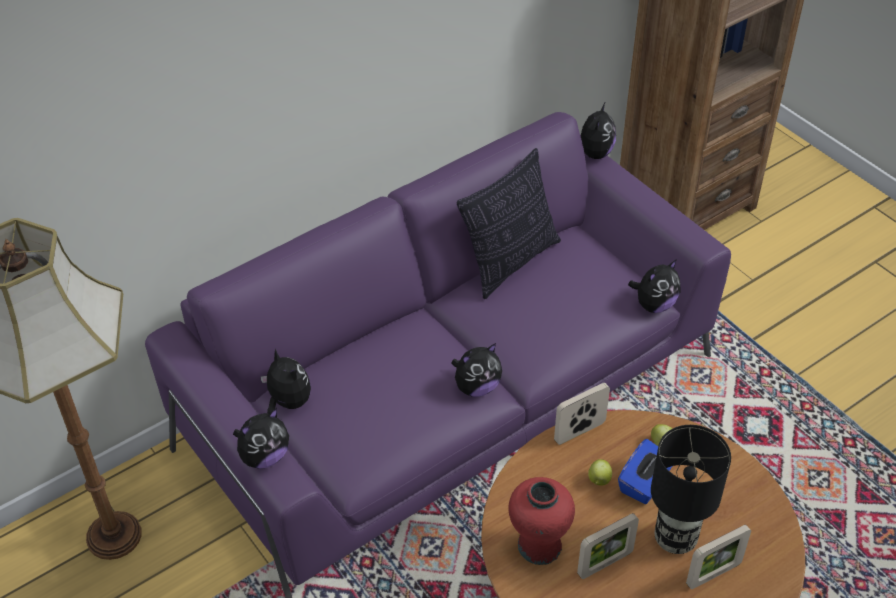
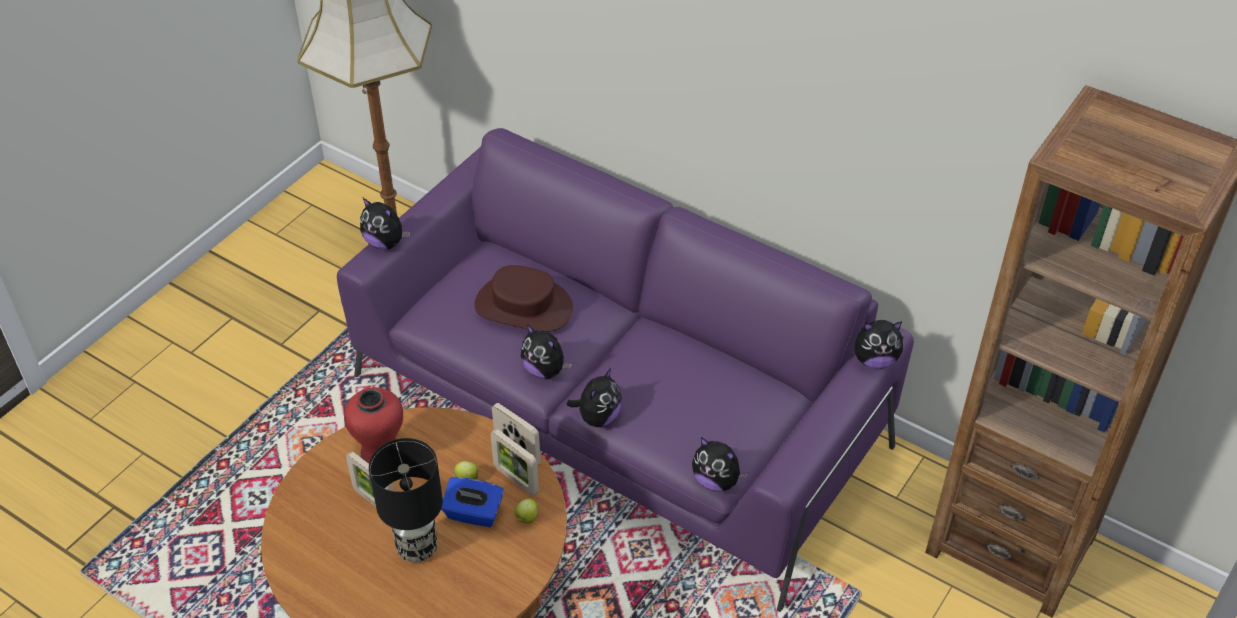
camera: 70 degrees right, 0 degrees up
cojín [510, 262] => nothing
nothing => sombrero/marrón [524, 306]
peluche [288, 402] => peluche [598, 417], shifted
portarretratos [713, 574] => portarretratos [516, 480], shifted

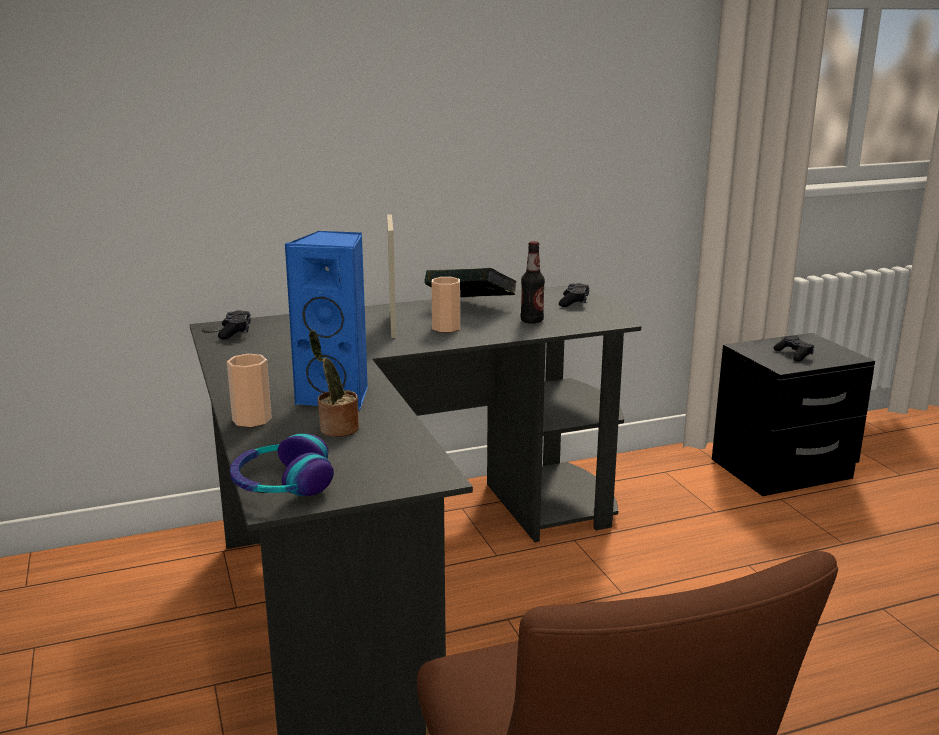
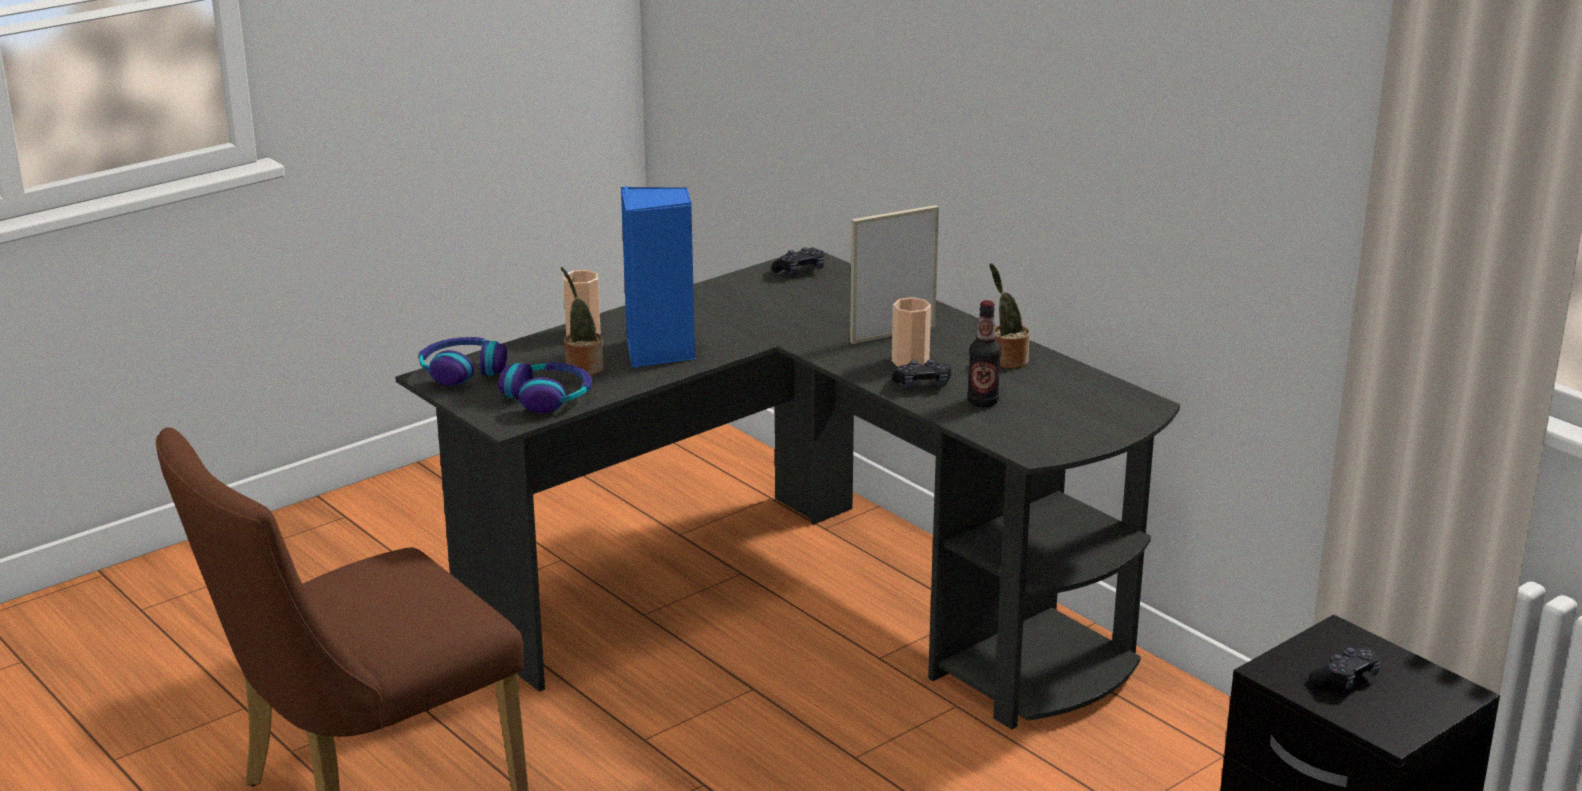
camera: 70 degrees right, 5 degrees up
nothing => auriculares [548, 397]
mando de consola/negro [574, 302] => mando de consola/negro [922, 384], shifted
libro [470, 307] => planta en maceta [1006, 361]

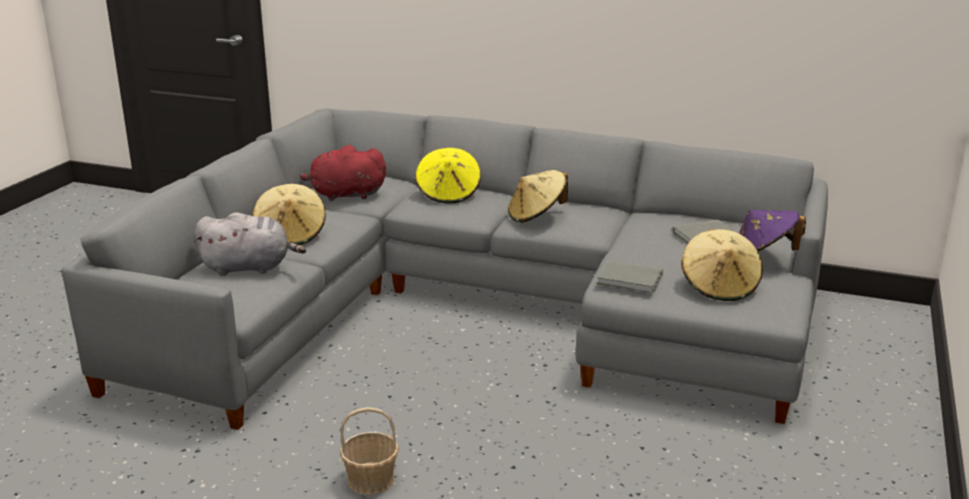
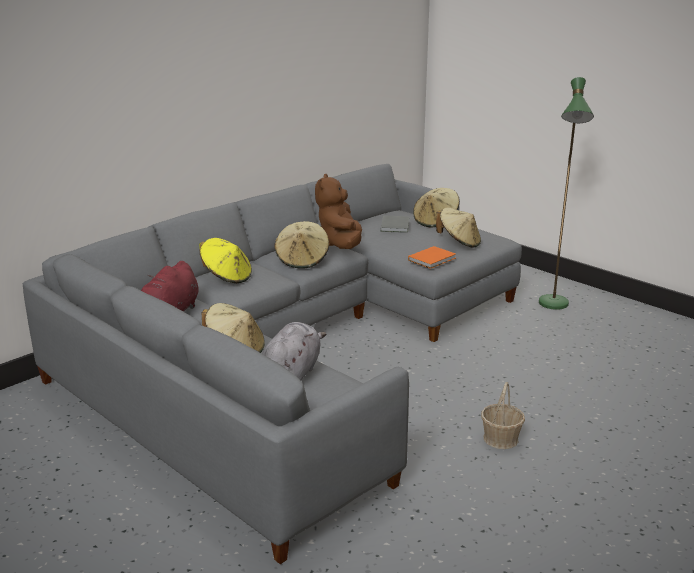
camera: 65 degrees left, 0 degrees up
nothing => peluche/marrón [340, 245]
nothing => lámpara de pie/verde [554, 308]
libro/gris [631, 280] => libro/naranja [433, 259]
sombrero/morado [762, 256] => sombrero/beis [435, 221]

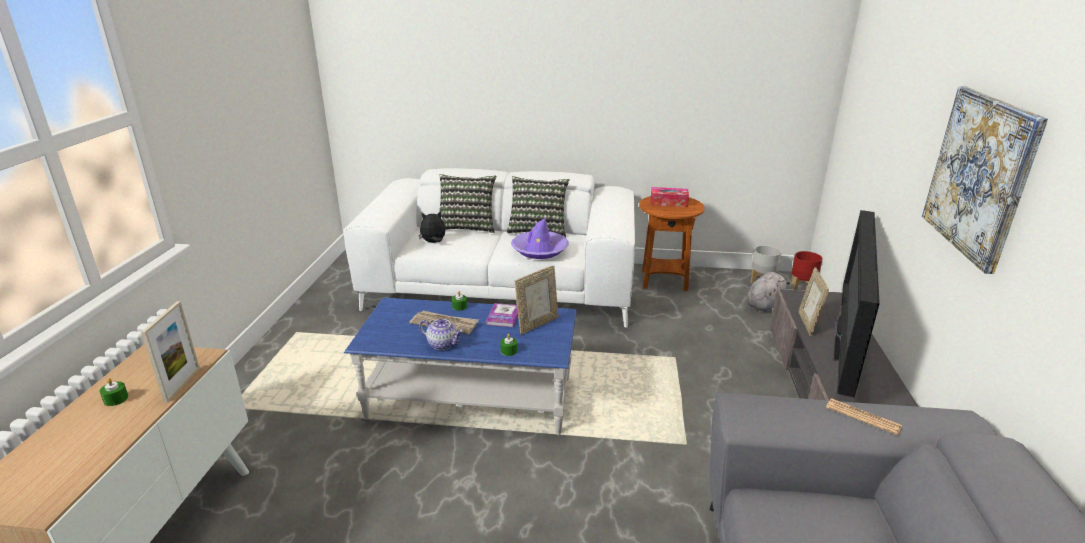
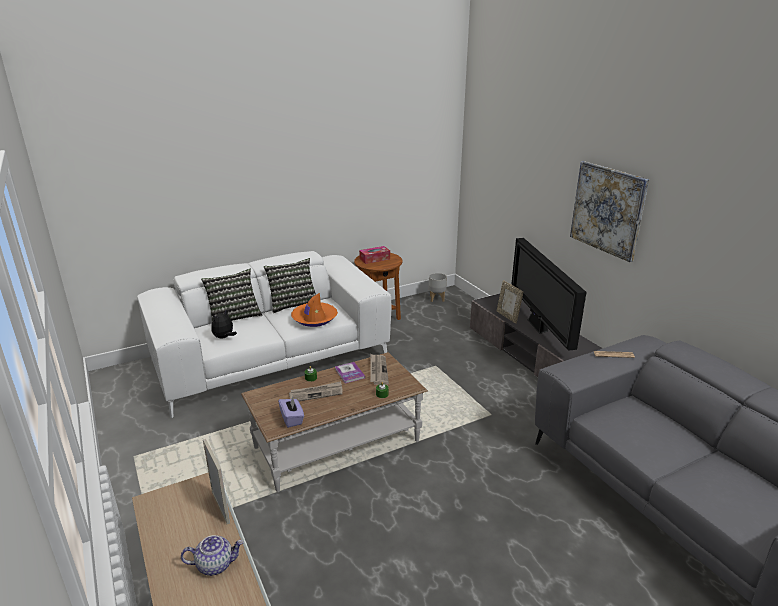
camera: 35 degrees left, 0 degrees up
vela/verde [116, 399] => nothing
peluche/gris [764, 303] => nothing
maceta/rojo [802, 288] => nothing
nothing => caja de pañuelos/morado [292, 419]
tetera [443, 344] => tetera [215, 564], shifted
portarretratos [537, 324] => periódico [378, 370]
mesa de centro/azul [471, 398] => mesa de centro/marrón [337, 444]
sombrero/morado [539, 250] => sombrero/naranja [314, 318]

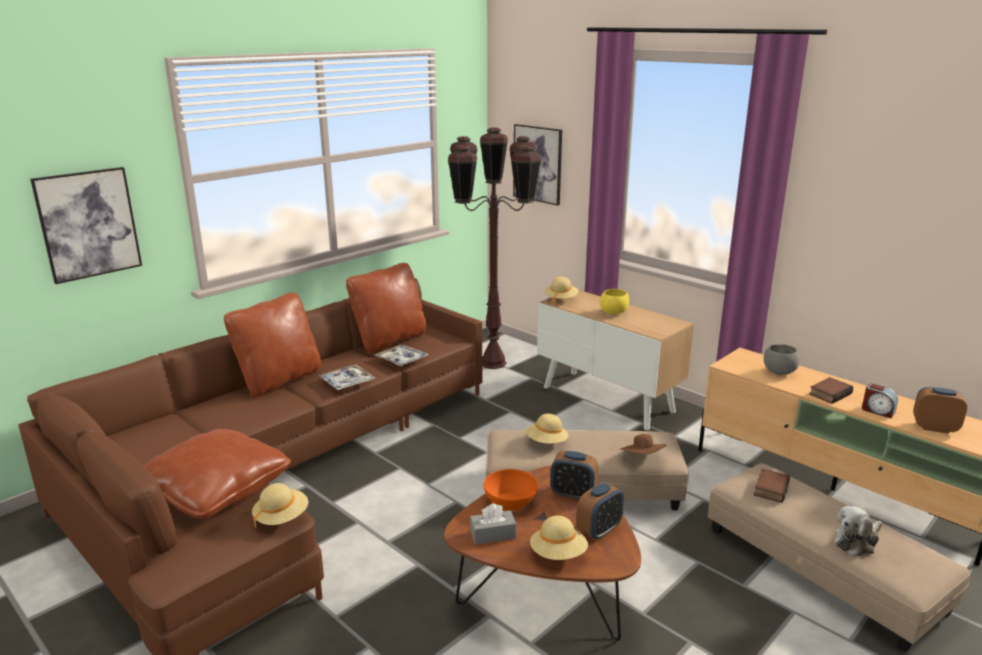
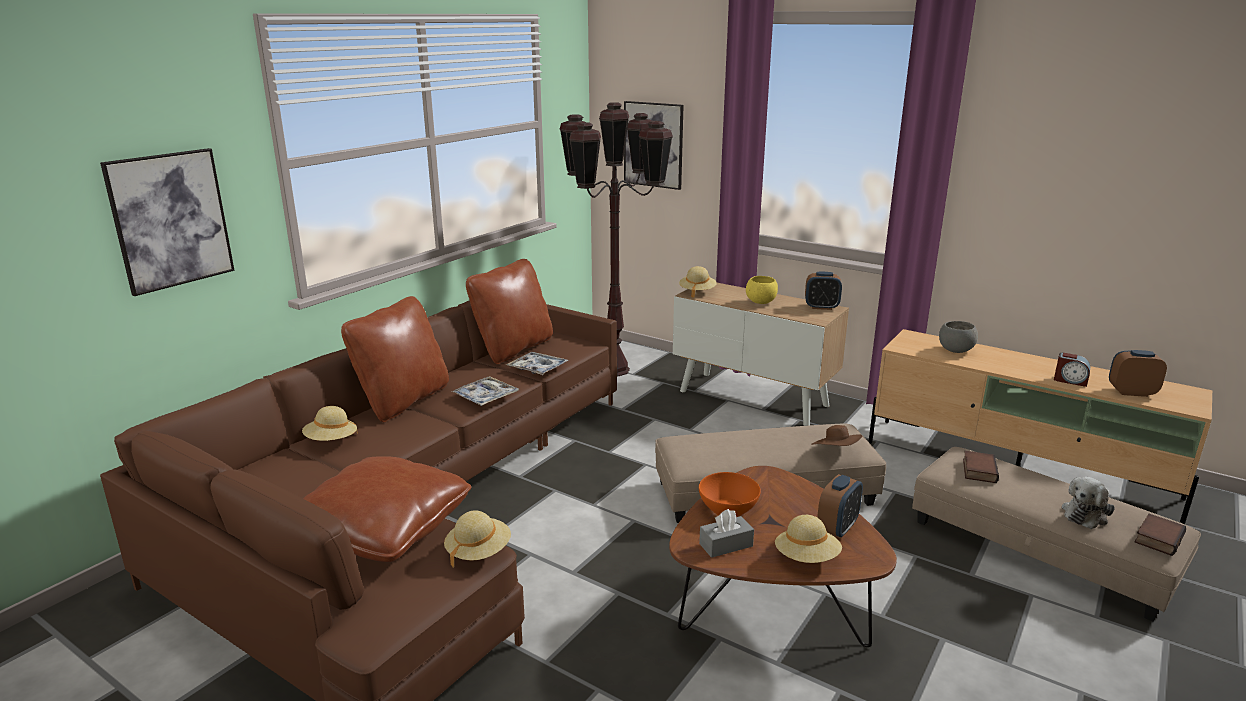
camera: 10 degrees left, 0 degrees up
sombrero/beis [546, 442] => sombrero/beis [331, 441], shifted
despertador [573, 494] => despertador [821, 307], shifted
libro [829, 393] => libro [1157, 538], shifted

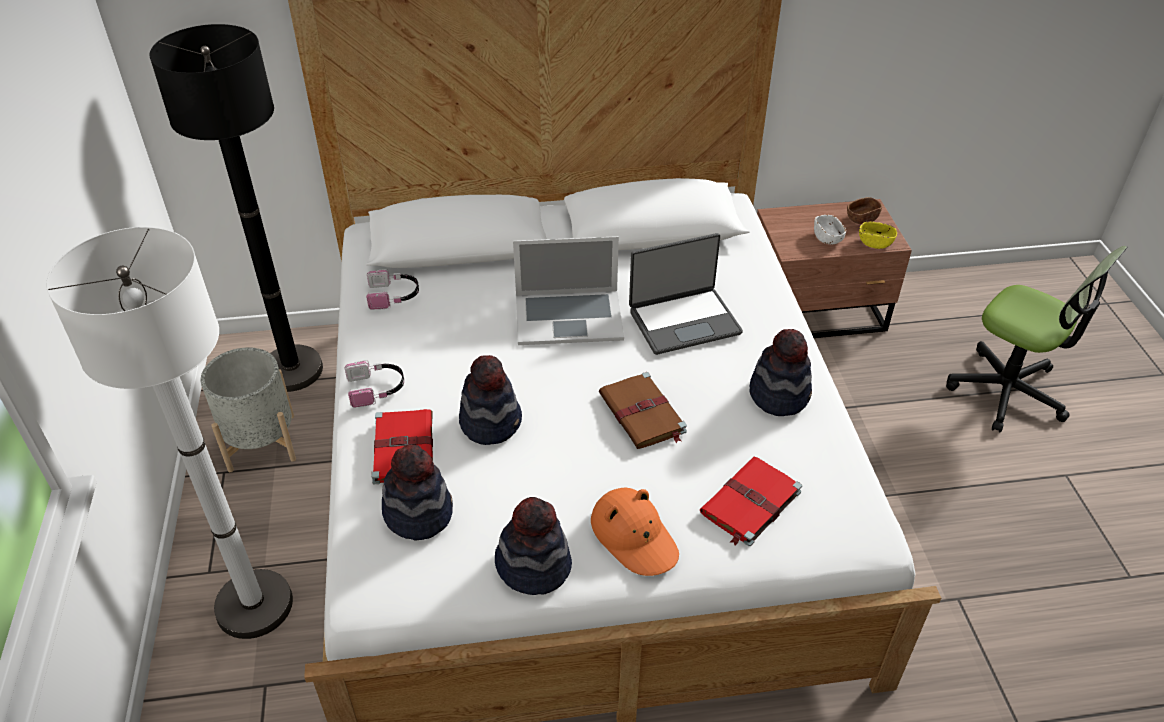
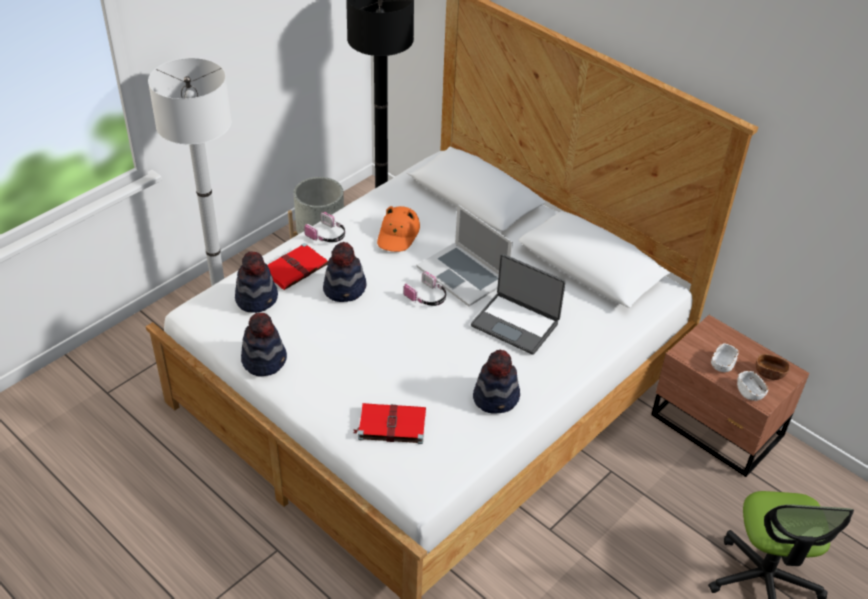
camera: 50 degrees right, 0 degrees up
libro/marrón [643, 414] => nothing
auriculares [394, 295] => auriculares [427, 297], shifted
sombrero/naranja [634, 537] => sombrero/naranja [398, 234], shifted
cuenco/amarillo [875, 243] => cuenco/blanco [749, 392]

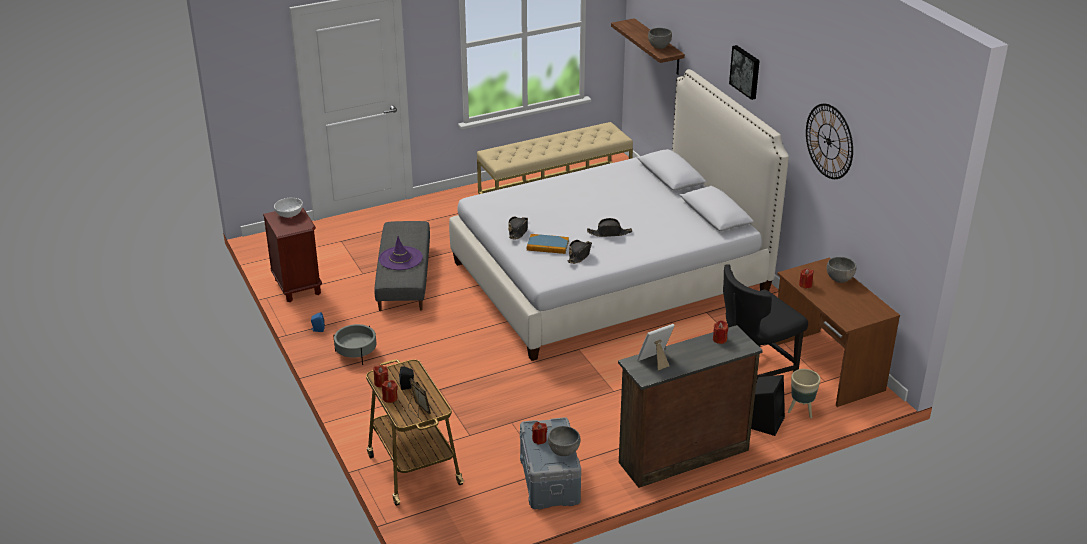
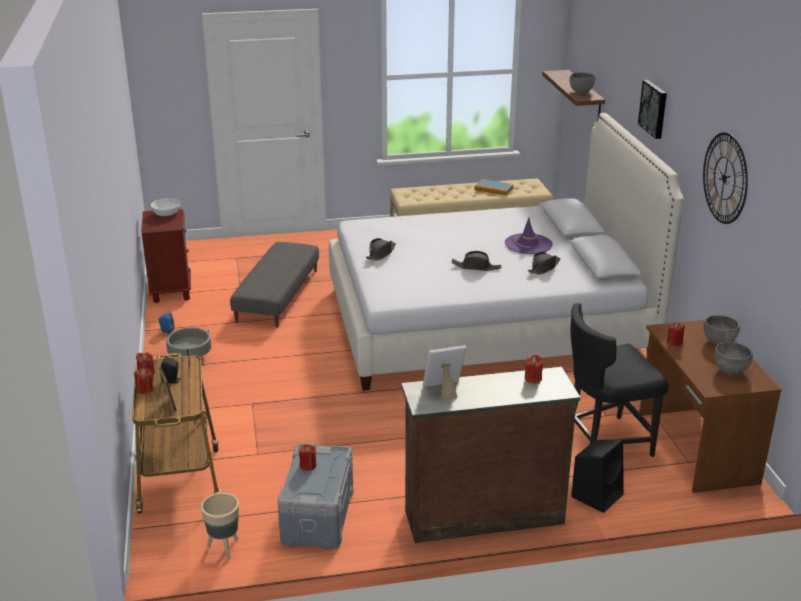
camera: 15 degrees right, 5 degrees down
sombrero/morado [400, 258] => sombrero/morado [528, 244], shifted
libro [547, 246] => libro [493, 189], shifted
cuenco/gris [563, 451] => cuenco/gris [730, 370], shifted
sombrero/negro [579, 255] => sombrero/negro [544, 268], shifted
maceta/beis [801, 411] => maceta/beis [224, 548], shifted

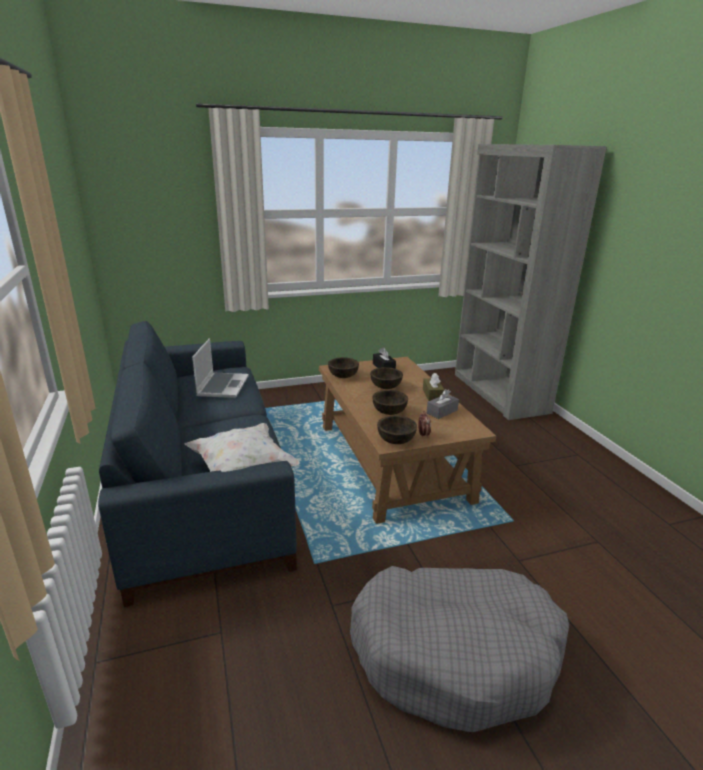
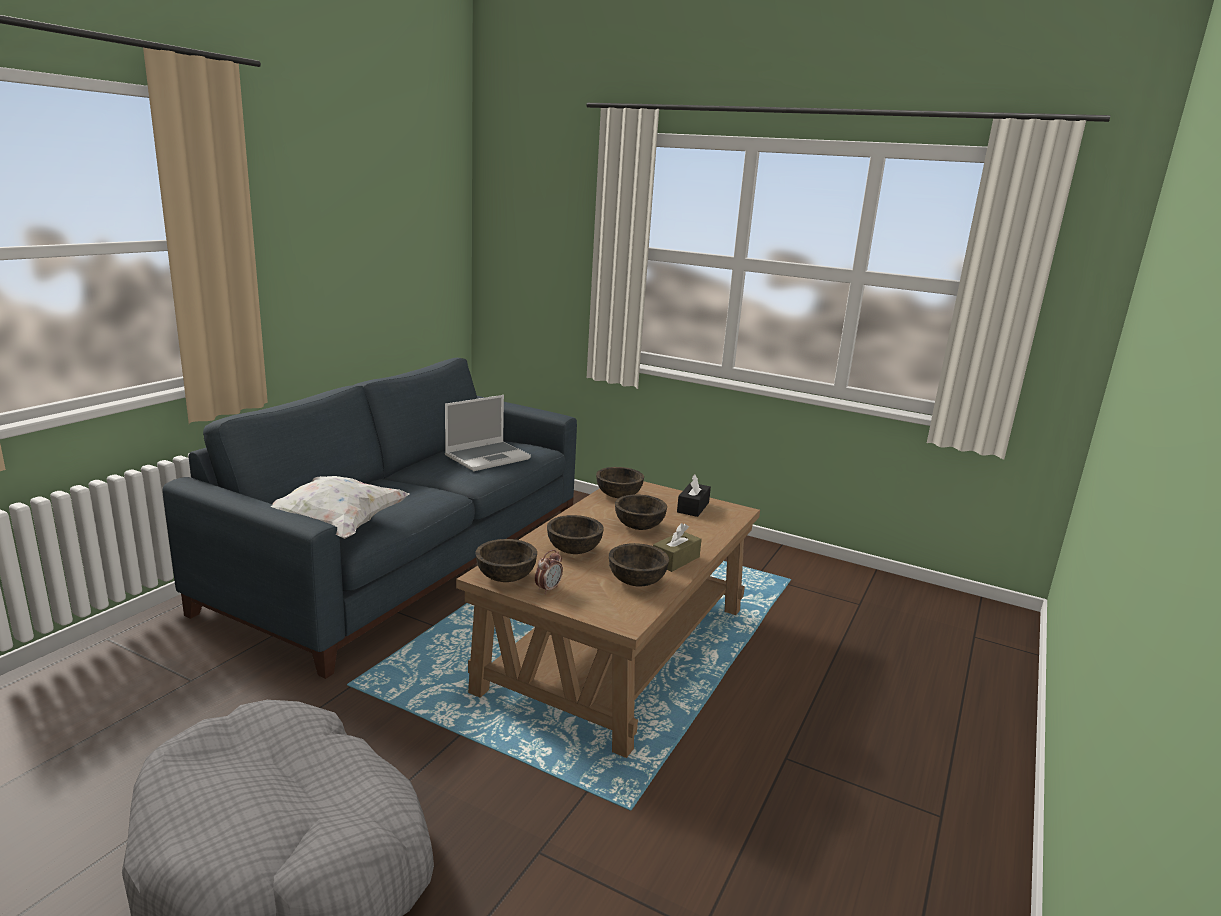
camera: 45 degrees right, 5 degrees down
estantería/gris [499, 393] => nothing
caja de pañuelos/gris [442, 412] => cuenco/marrón [637, 581]

